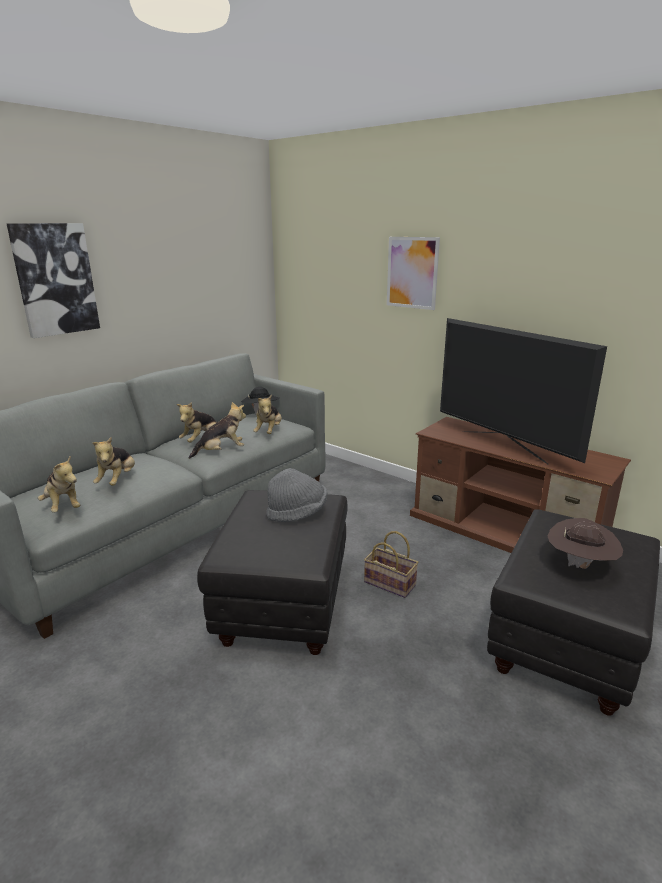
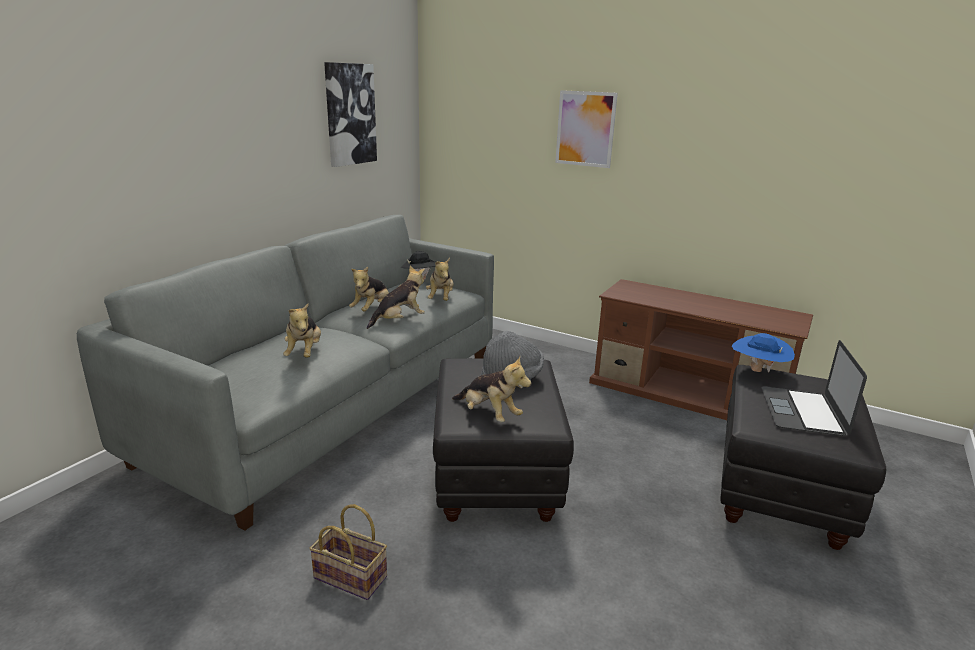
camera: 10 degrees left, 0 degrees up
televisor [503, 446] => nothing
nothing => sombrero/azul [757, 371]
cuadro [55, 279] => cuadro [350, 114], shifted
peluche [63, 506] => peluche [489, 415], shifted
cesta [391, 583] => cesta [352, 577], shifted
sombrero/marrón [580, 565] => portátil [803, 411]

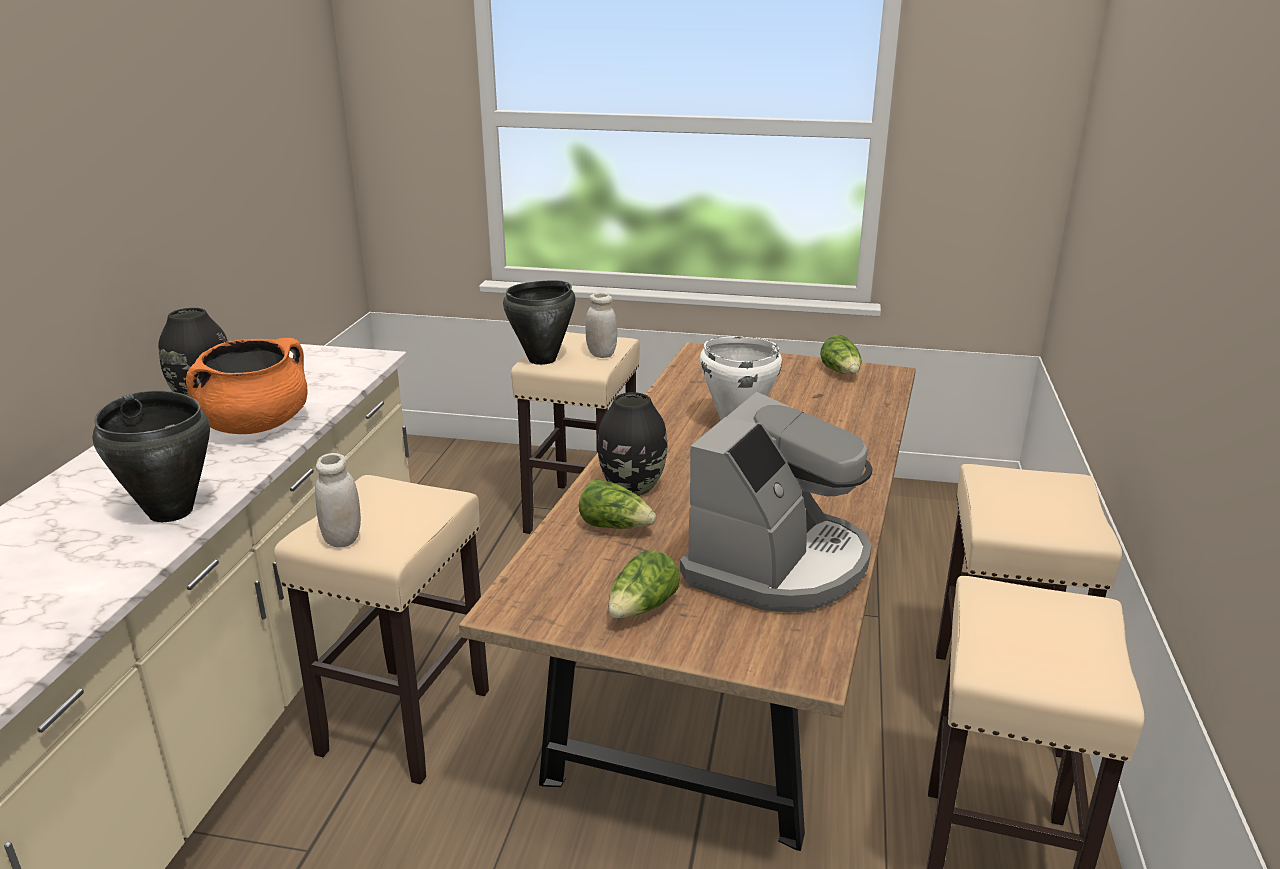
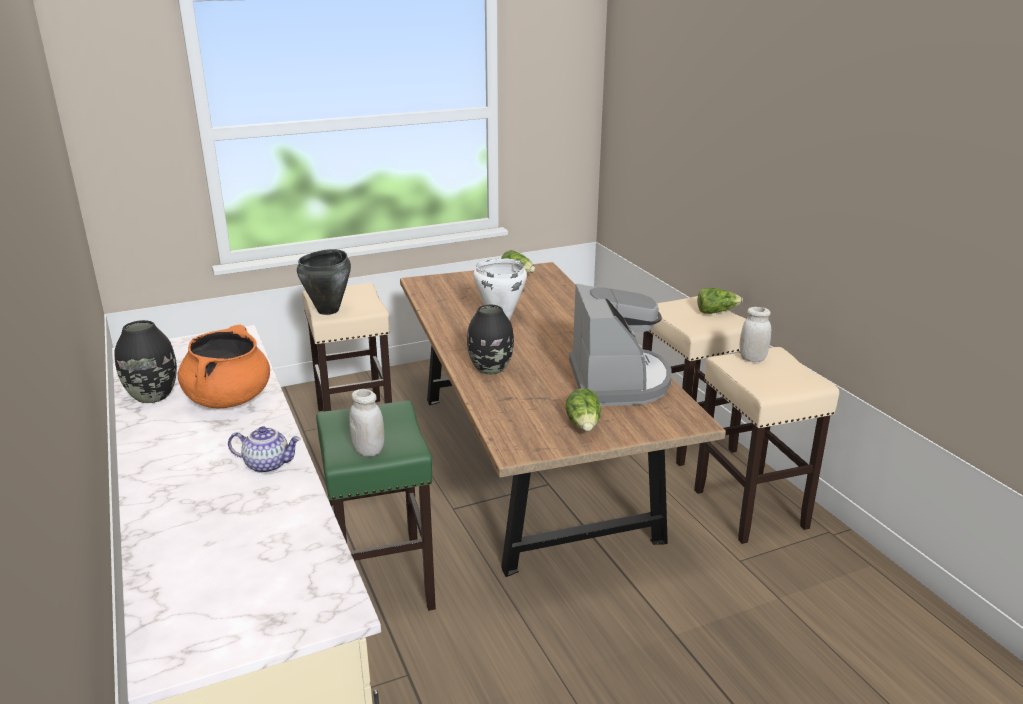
camera: 35 degrees left, 0 degrees up
lechuga [615, 526] => lechuga [716, 312], shifted
tarro/blanco [601, 354] => tarro/blanco [752, 358], shifted
olla/negro [171, 511] => tetera [268, 464]
taburete/beis [406, 720] => taburete/verde [383, 581]

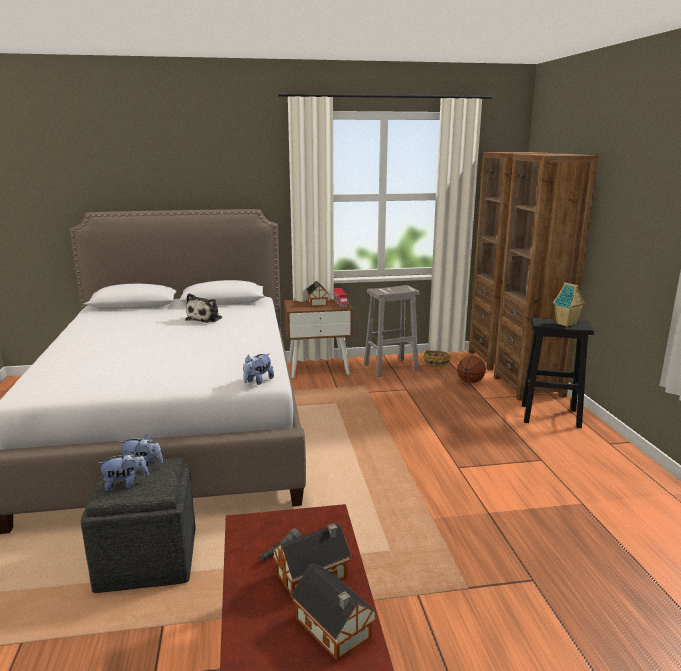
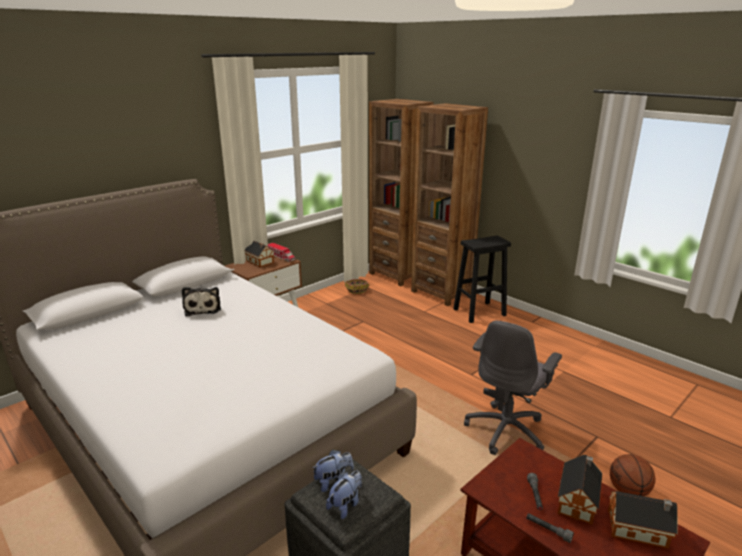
camera: 35 degrees left, 5 degrees up
peluche [258, 381] => nothing
taburete/blanco [391, 367] => nothing
casita [566, 324] => nothing
nothing => silla de oficina/gris [506, 430]
nothing => linterna/gris [548, 530]
balón de baloncesto [470, 382] => balón de baloncesto [628, 491], shifted

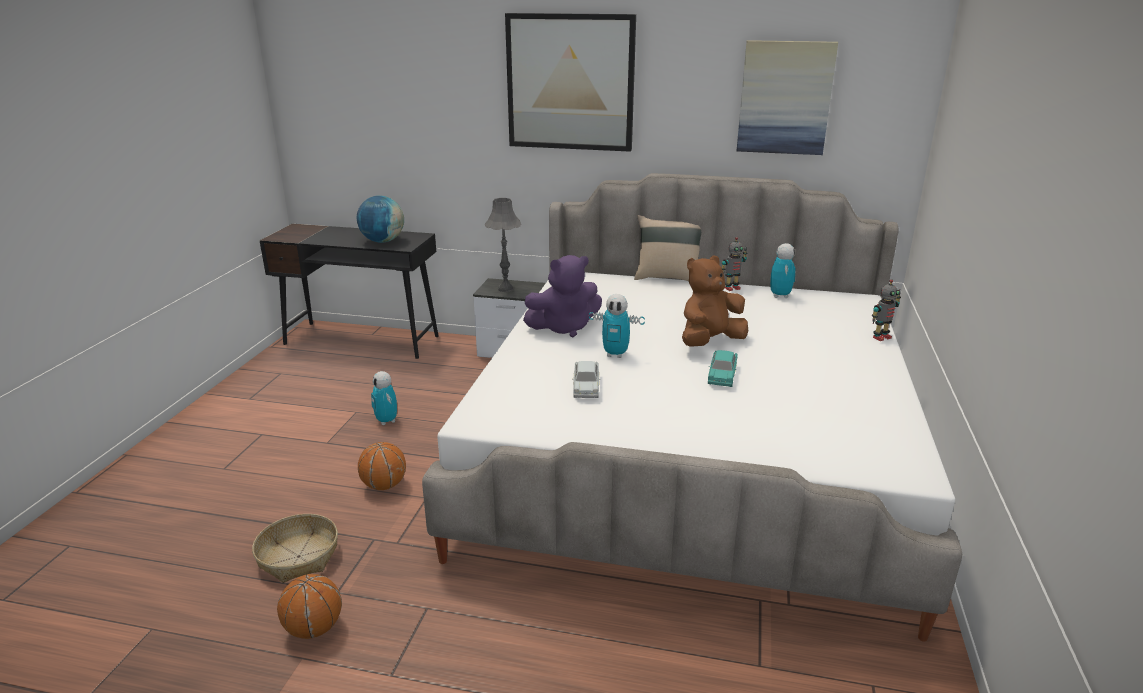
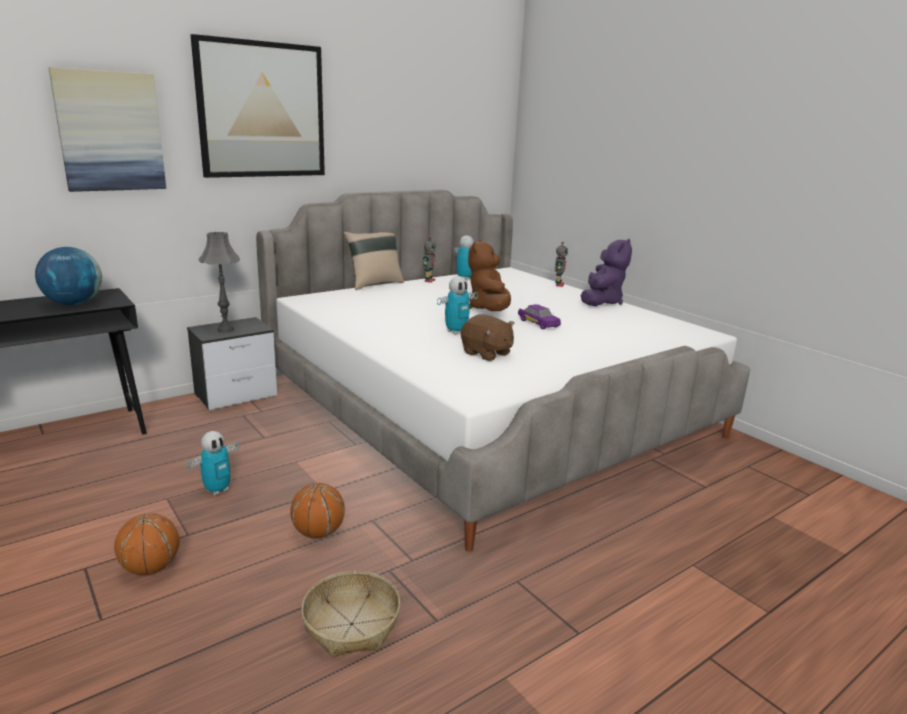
camera: 50 degrees left, 5 degrees down
balón de baloncesto [314, 629] => balón de baloncesto [151, 568], shifted
peluche/morado [564, 328] => peluche/morado [601, 302], shifted
cuadro [785, 98] => cuadro [110, 131], shifted
coche de juguete/blanco [586, 387] => peluche/marrón [486, 353]
coche de juguete/turquesa [722, 375] => coche de juguete/morado [538, 323]
robot de juguete [386, 421] => robot de juguete [217, 490], 60 degrees counterclockwise

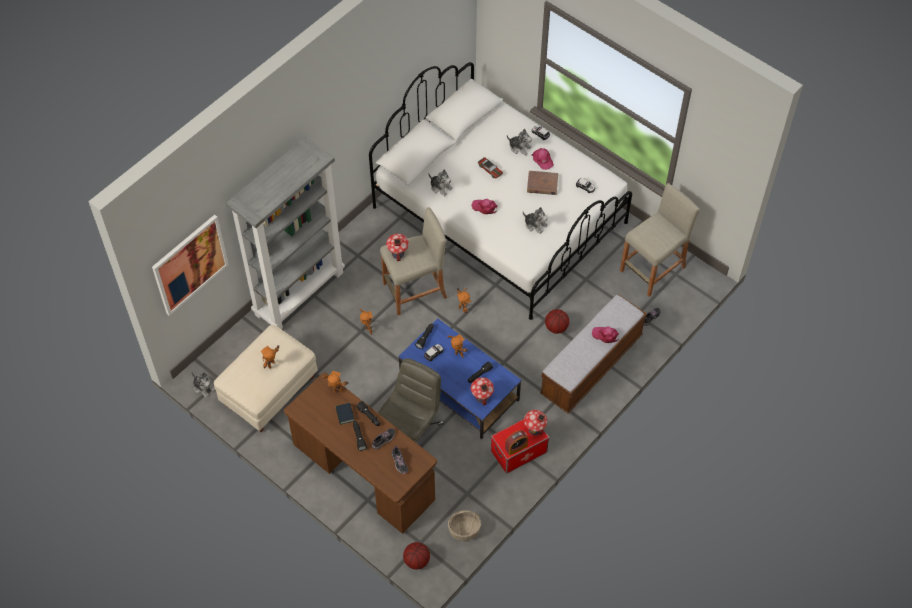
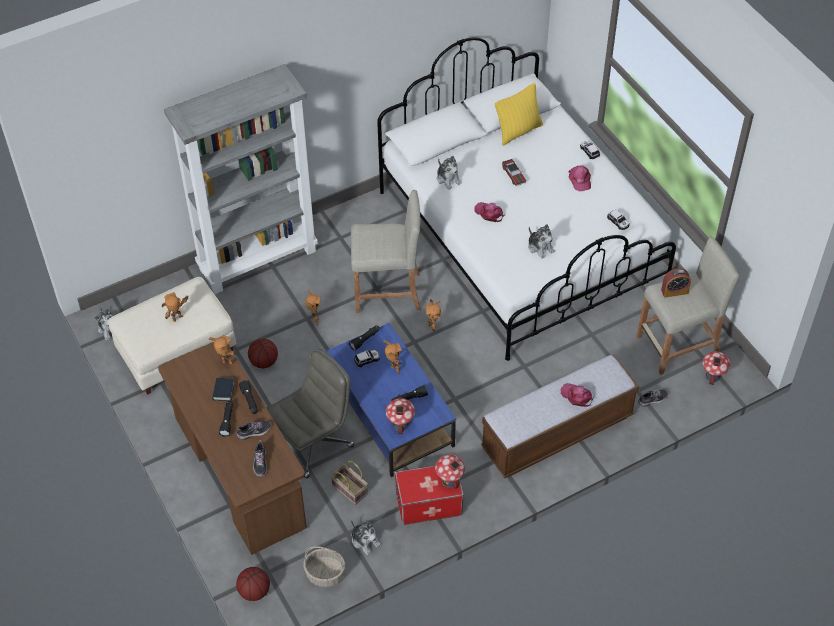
camera: 20 degrees right, 5 degrees down
cuadro [190, 264] => nothing
libro/marrón [542, 184] => nothing
nothing => cesta [351, 490]
nothing => cojín/amarillo [518, 131]
casita [398, 254] => casita [712, 376], shifted
despertador [516, 447] => despertador [674, 291], shifted
peluche [519, 147] => peluche [365, 541], shifted
balón de baloncesto [556, 327] => balón de baloncesto [264, 361], shifted

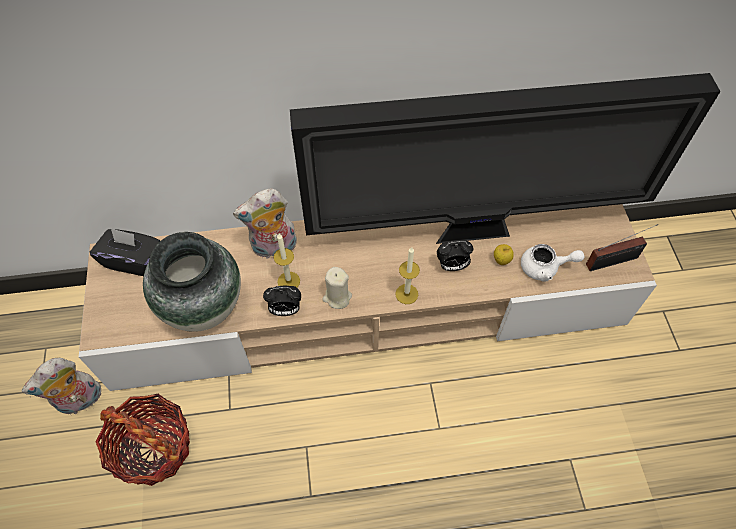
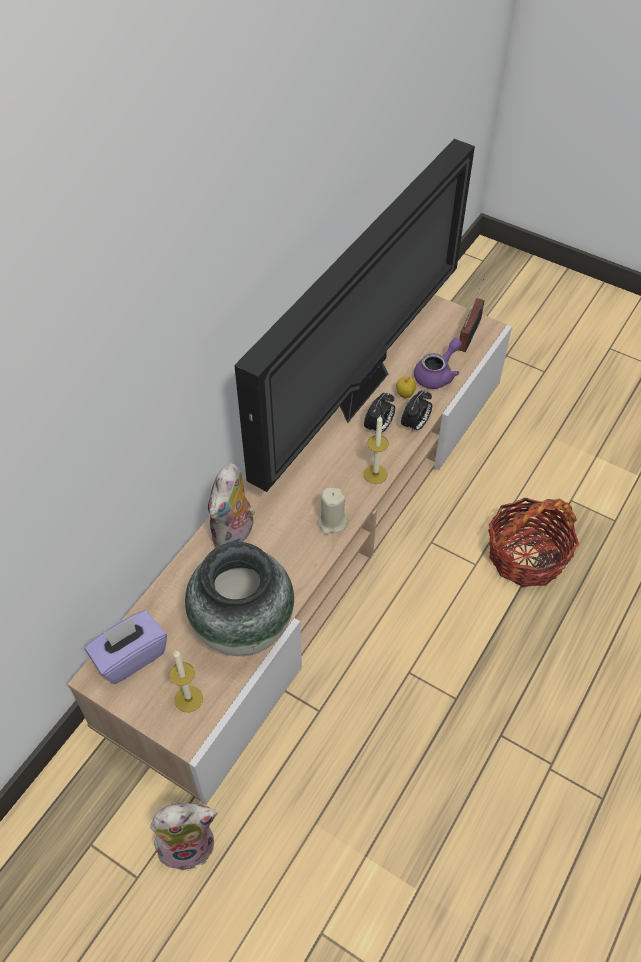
camera: 50 degrees left, 5 degrees down
cesta [153, 448] => cesta [526, 556], shifted
despertador [285, 310] => despertador [415, 425], shifted
vela [288, 281] => vela [188, 699], shifted
caja de pañuelos/negro [133, 261] => caja de pañuelos/morado [130, 656]
tetera/blanco [545, 268] => tetera/morado [437, 374]
peluche [80, 401] => peluche [188, 844], 105 degrees counterclockwise

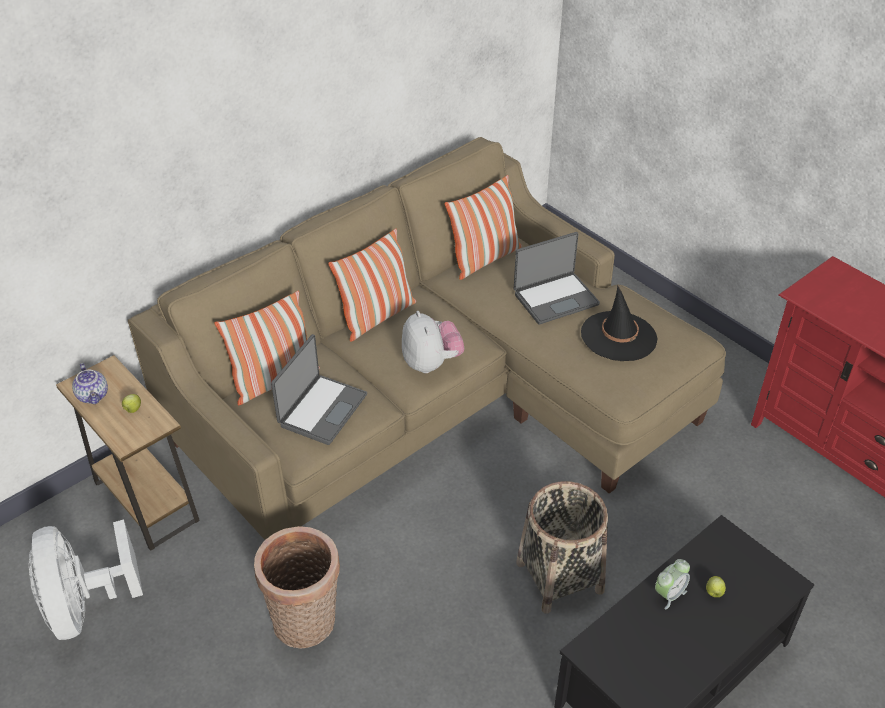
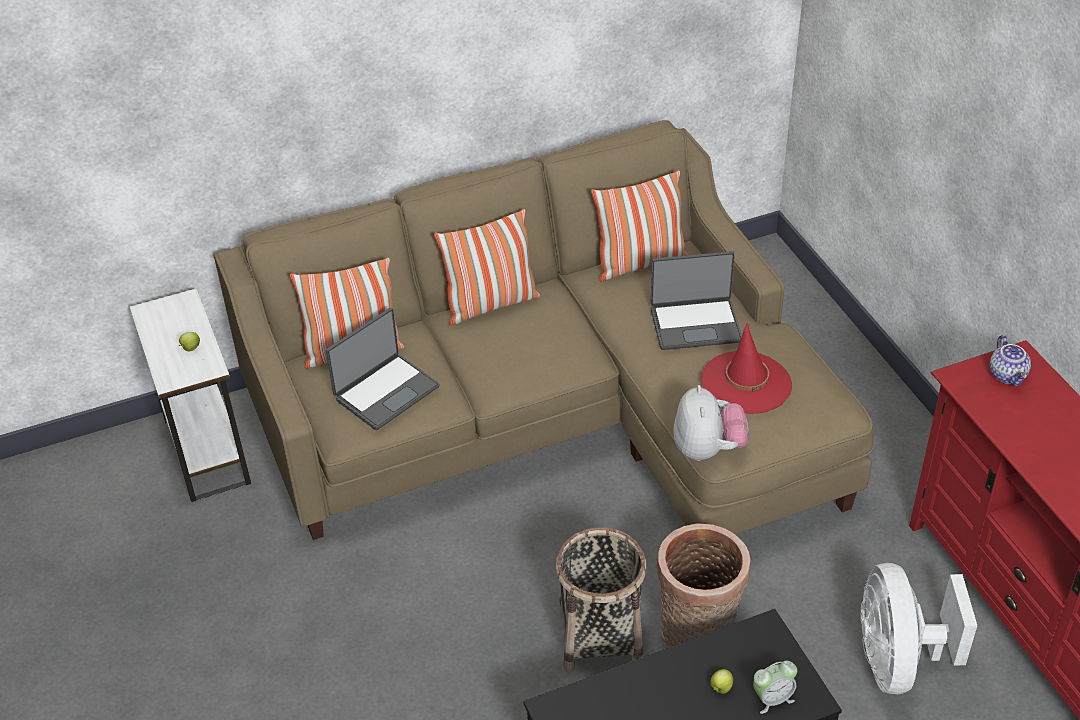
camera: 20 degrees right, 0 degrees up
ventilador/blanco [85, 606] => ventilador/blanco [897, 661], shifted
tetera [94, 395] => tetera [1008, 375], shifted
cesta [306, 625] => cesta [697, 636], shifted
peluche [431, 363] => peluche [707, 449], shifted
despertador [669, 594] => despertador [772, 699], shifted
mesa auxiliar/marrón [146, 501] => mesa auxiliar/blanco [207, 451]
sombrero/negro [618, 336] => sombrero/rojo [746, 383]

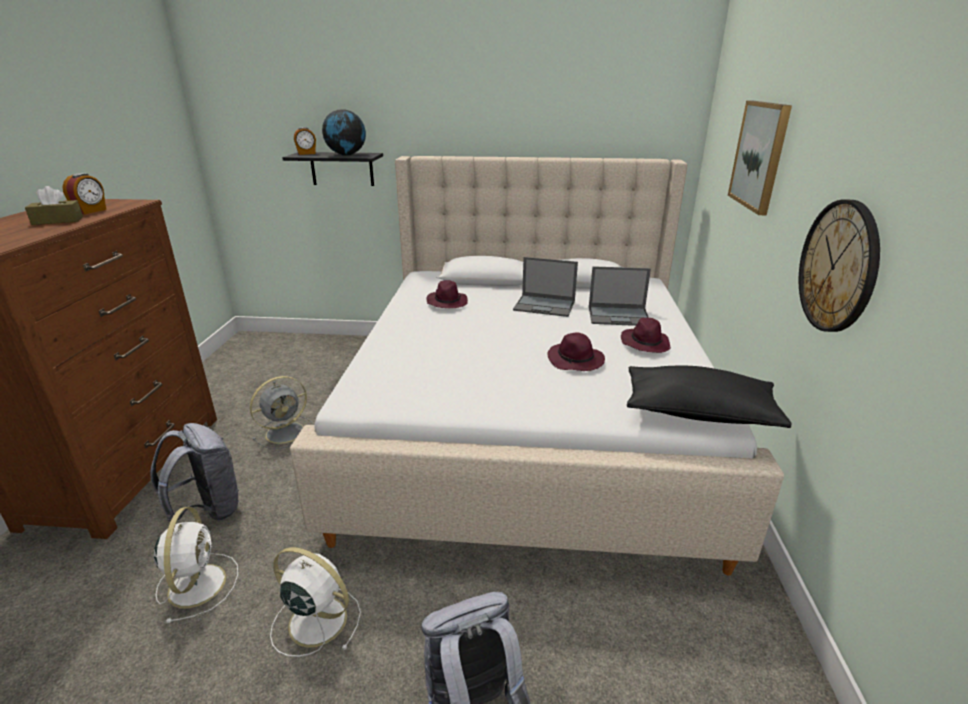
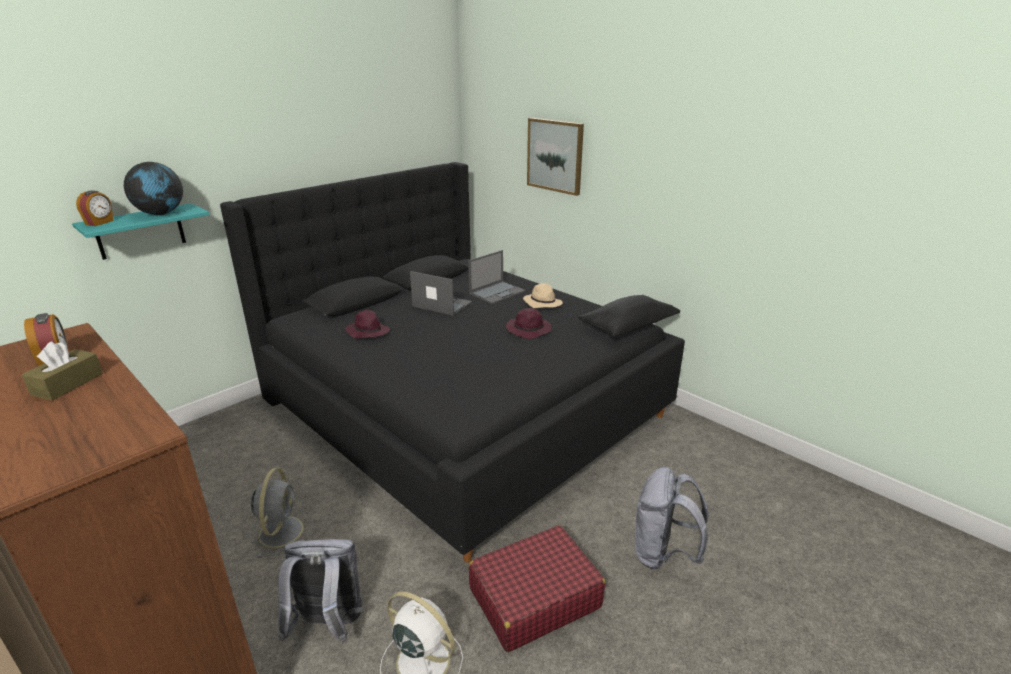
camera: 50 degrees left, 0 degrees up
reloj de pared [838, 266] => nothing
ventilador/blanco [315, 620] => maleta/rojo [534, 598]
estante/negro [342, 169] => estante/turquesa [140, 231]
cama/beis [528, 424] => cama/negro [462, 406]
sombrero/morado [645, 343] => sombrero/beis [542, 303]
portátil [545, 306] => portátil [441, 304], 120 degrees counterclockwise

